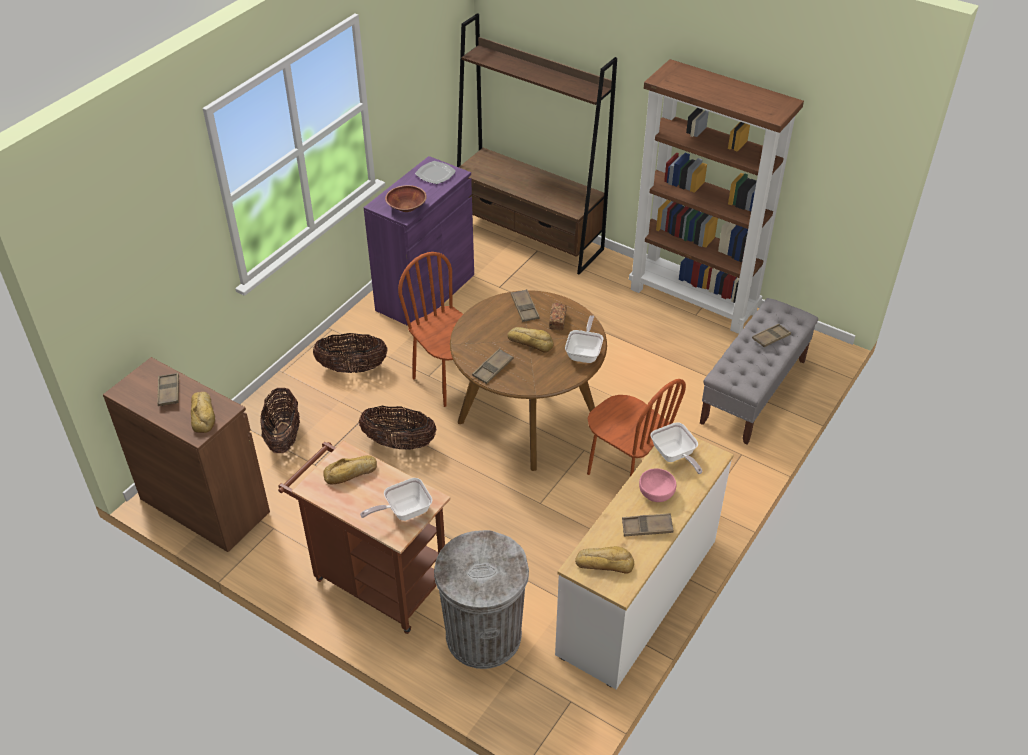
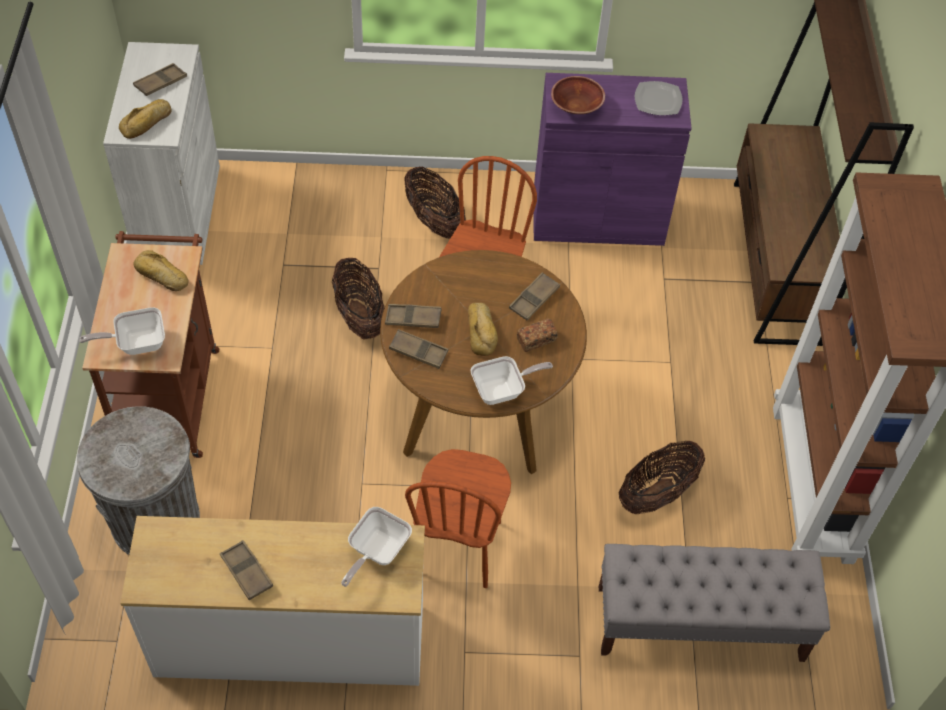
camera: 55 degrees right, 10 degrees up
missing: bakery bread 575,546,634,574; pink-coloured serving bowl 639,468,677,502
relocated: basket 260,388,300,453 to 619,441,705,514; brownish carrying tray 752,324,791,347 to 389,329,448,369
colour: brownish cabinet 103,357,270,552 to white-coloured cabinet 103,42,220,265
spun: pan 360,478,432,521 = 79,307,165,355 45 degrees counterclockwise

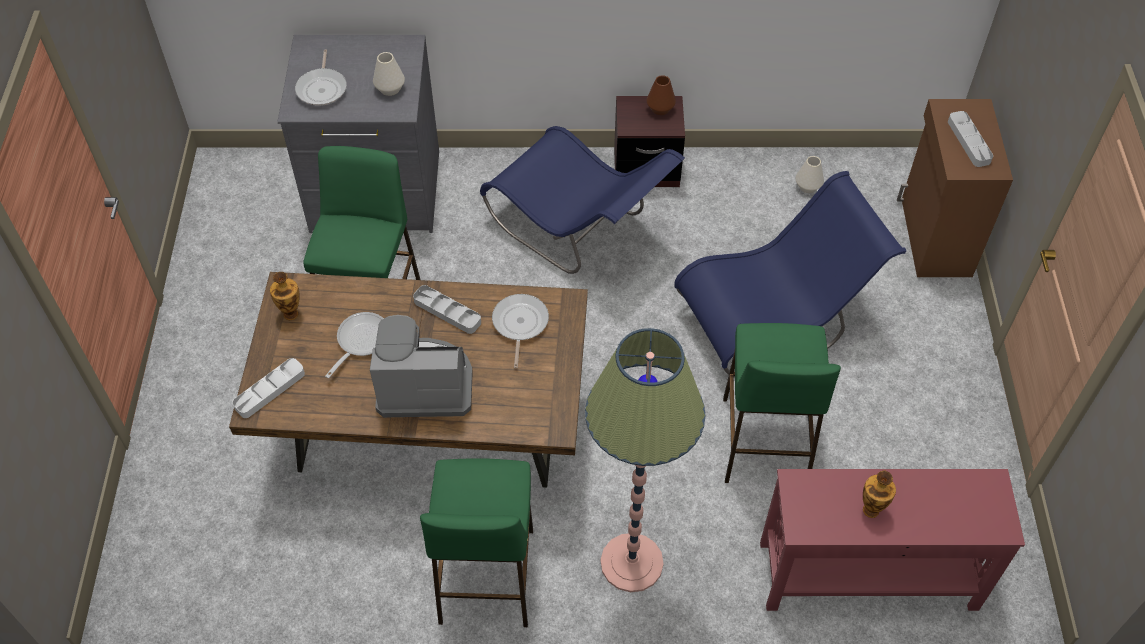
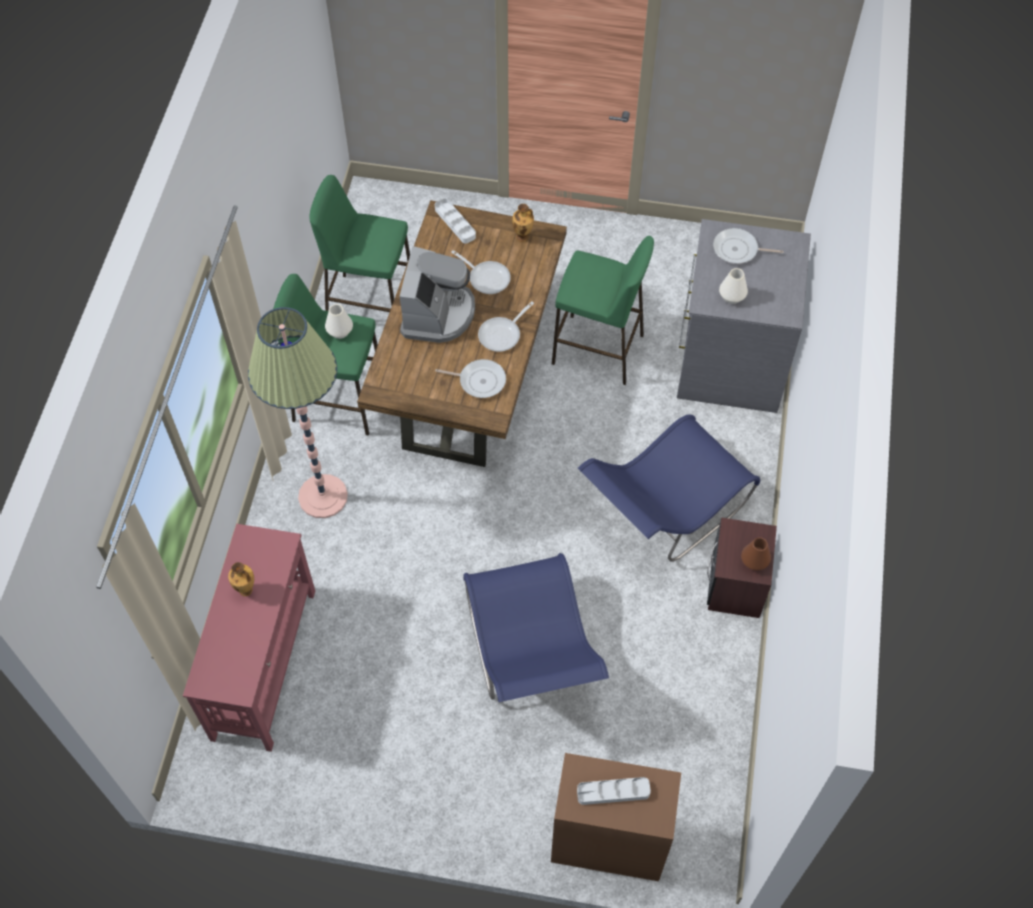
camera: 100 degrees right, 5 degrees up
relocated: green stool 723,323,841,483 to 309,175,410,312; white-coloured decorative vase 796,156,824,193 to 325,304,353,339
exchanged: gray carrying tray 413,285,481,334 to pan 478,301,534,352

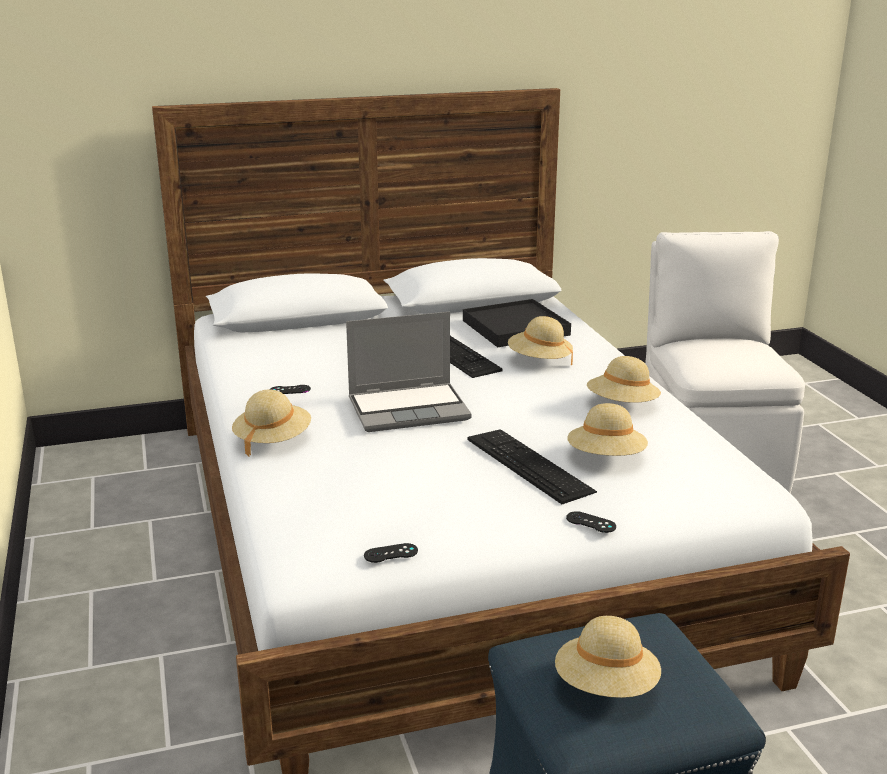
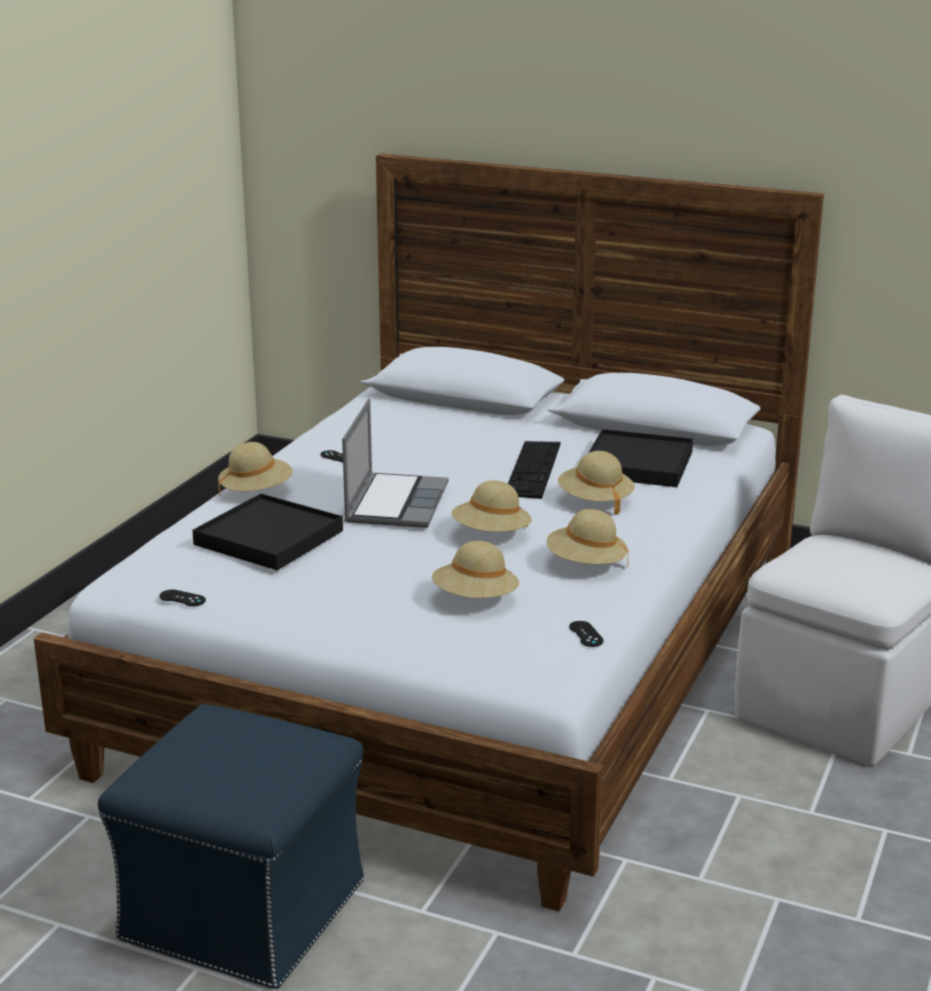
camera: 40 degrees right, 0 degrees up
missing: keyboard 468,429,597,504
appeared: black-coloured carrying tray 192,494,343,570
relocated: beige clothing hat 555,616,661,698 to 452,480,532,532; black-coloured game controller 566,511,616,533 to 569,621,604,647
spun: portable computer 346,312,472,432 = 342,399,448,528 105 degrees counterclockwise

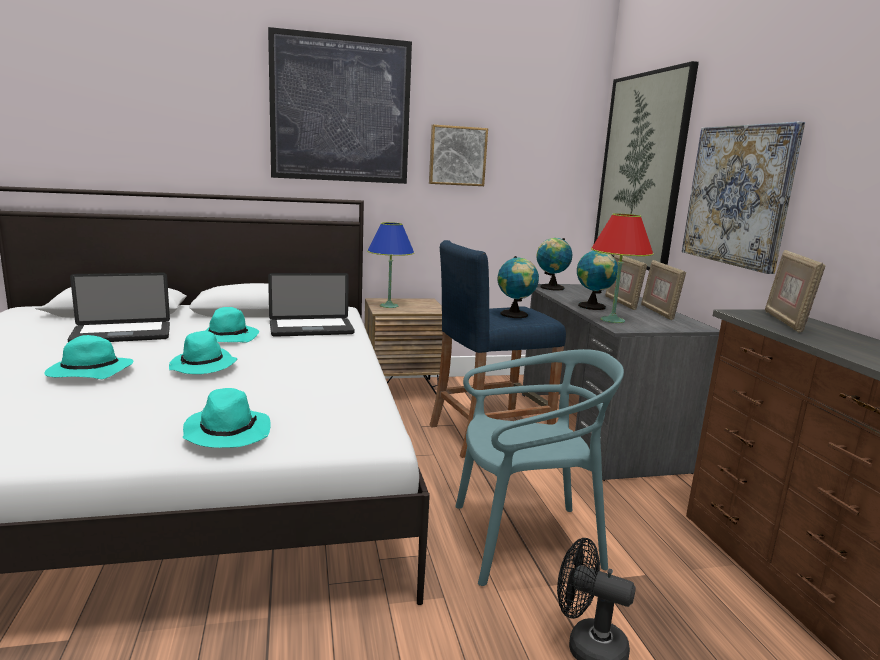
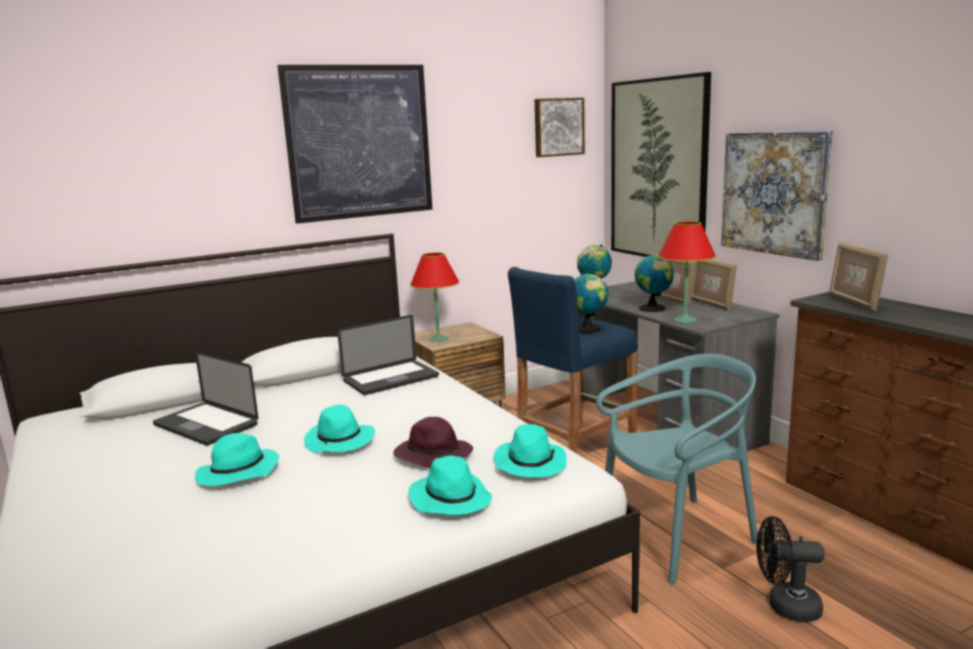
camera: 15 degrees left, 0 degrees up
appeared: purplish clothing hat 393,417,473,468
relocated: turquoise clothing hat 205,307,259,343 to 494,424,567,477; wall picture 429,125,488,186 to 535,98,585,157
colour: blue table lamp 367,222,415,308 to red-coloured table lamp 410,252,459,342
spun: portable computer 68,273,170,342 = 153,351,259,445 75 degrees clockwise

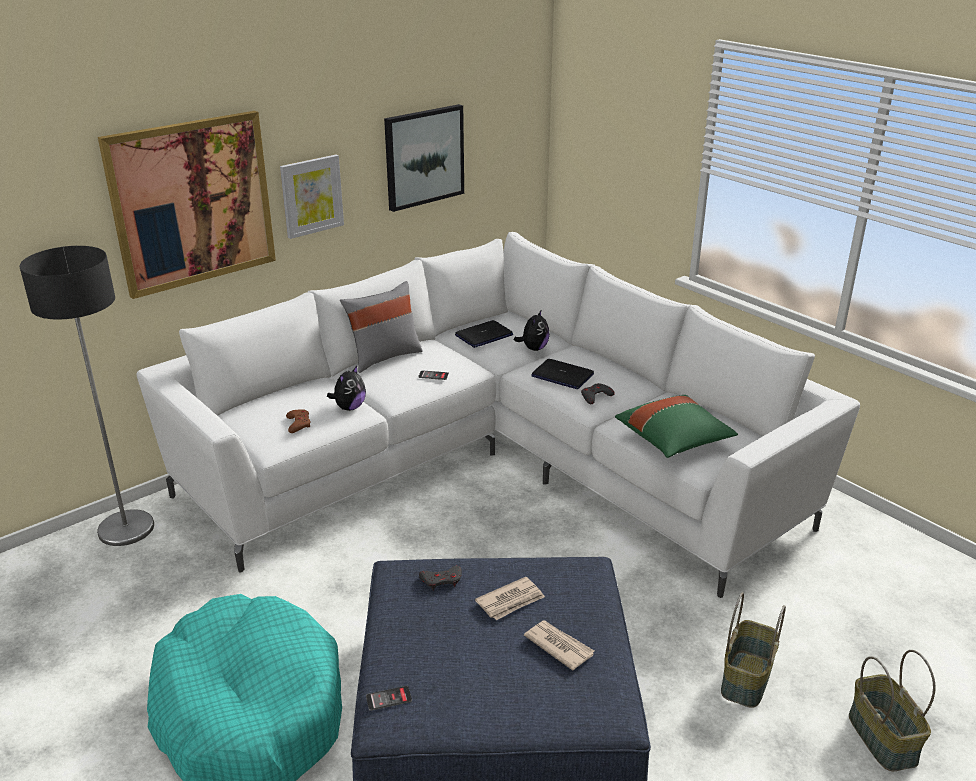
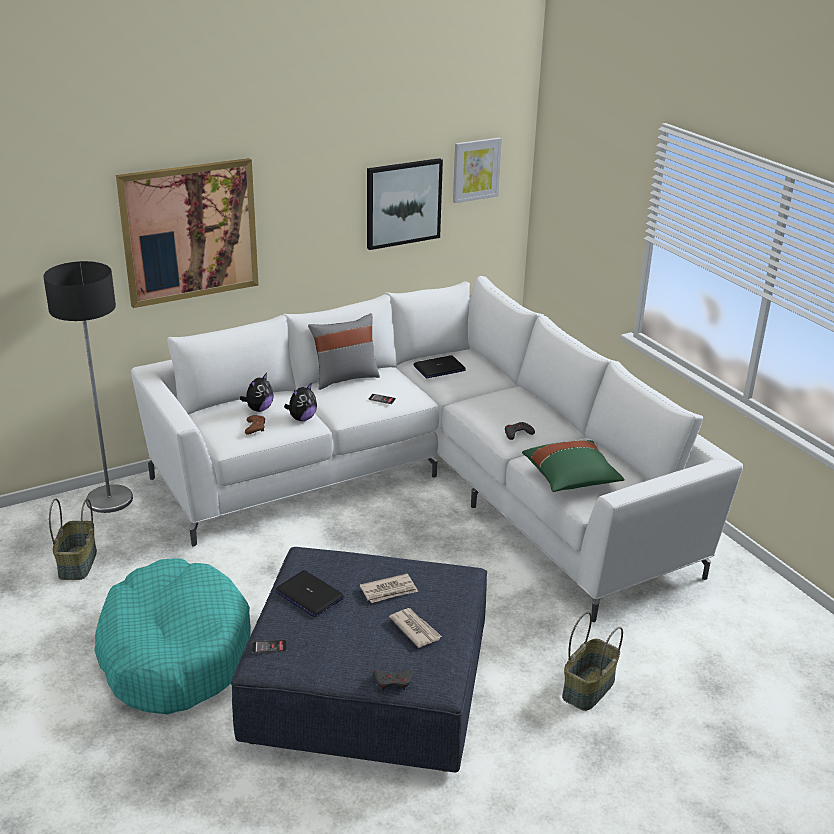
camera: 10 degrees right, 0 degrees up
relocated: wall picture 280,155,344,239 to 453,137,502,203; gray game controller 419,566,462,590 to 373,669,414,690; cuddly toy 514,309,550,351 to 240,373,274,412; portable computer 531,359,594,389 to 274,570,345,617; basket 849,650,935,771 to 49,499,97,580

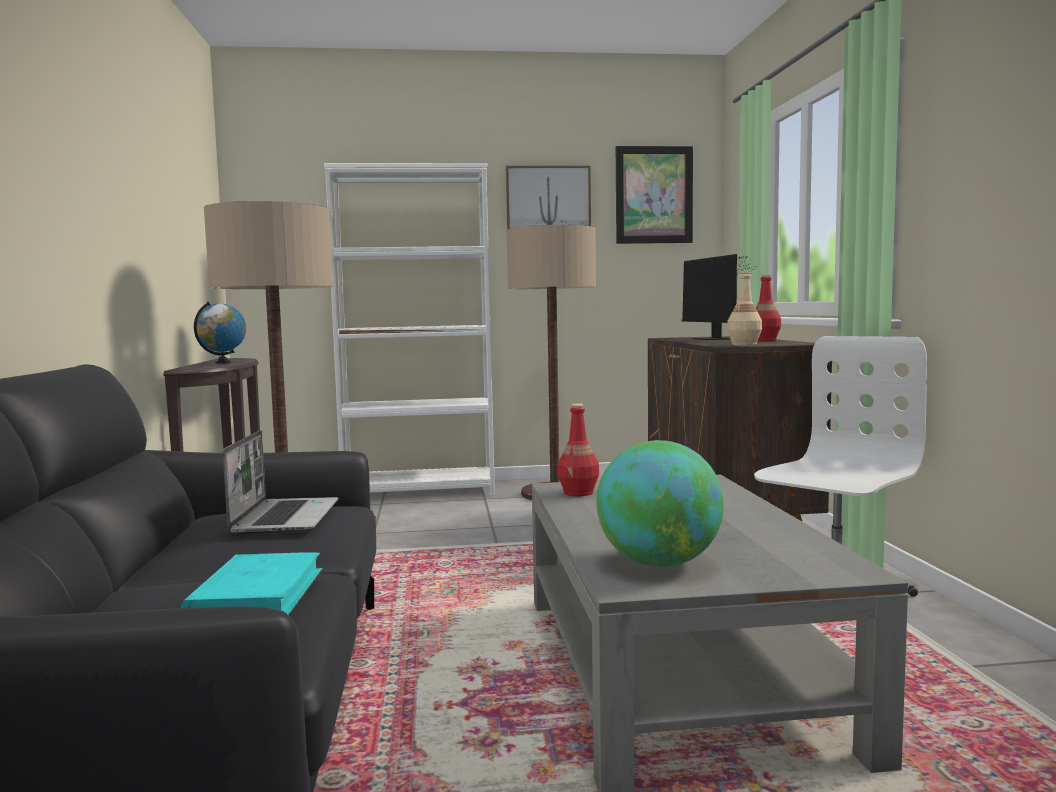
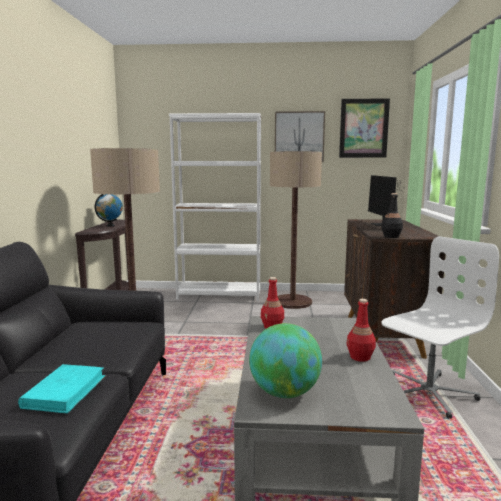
camera: 10 degrees right, 5 degrees up
missing: portable computer 223,430,338,535
relocated: red-coloured bottle 756,274,781,341 to 347,299,376,362
colour: beige bottle 727,272,762,346 to black-coloured bottle 381,193,403,238

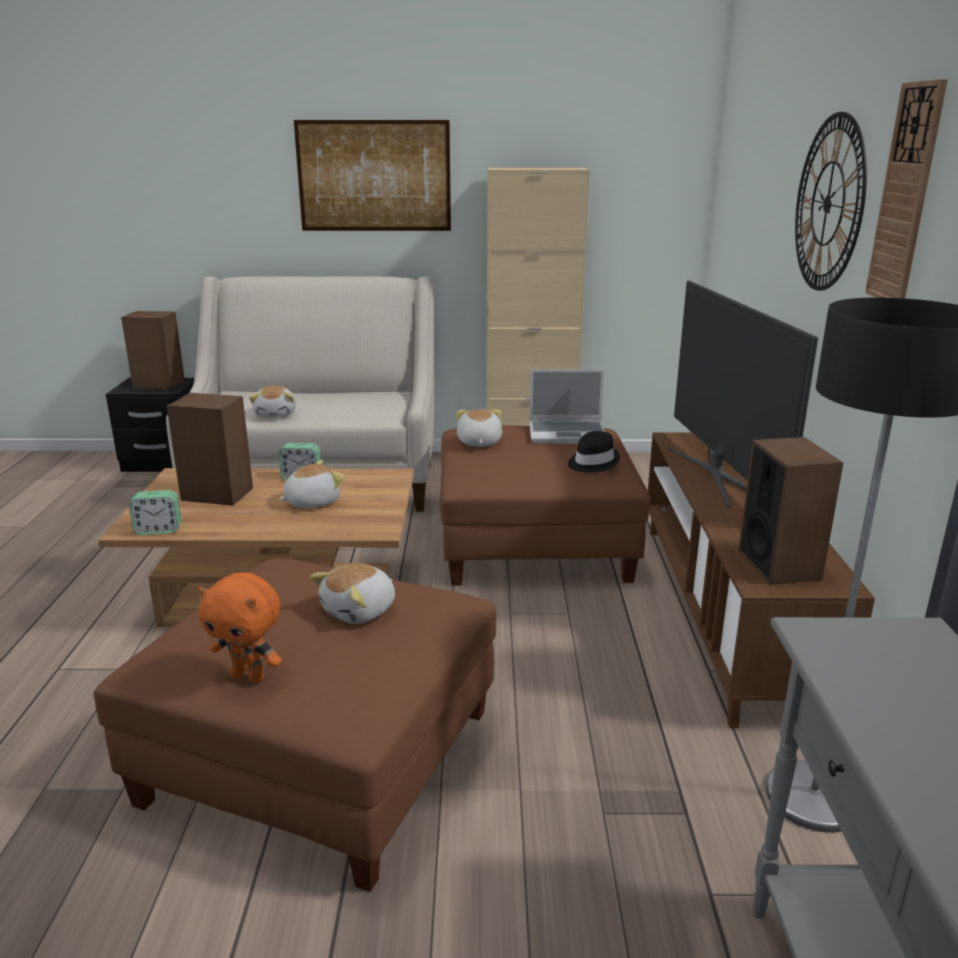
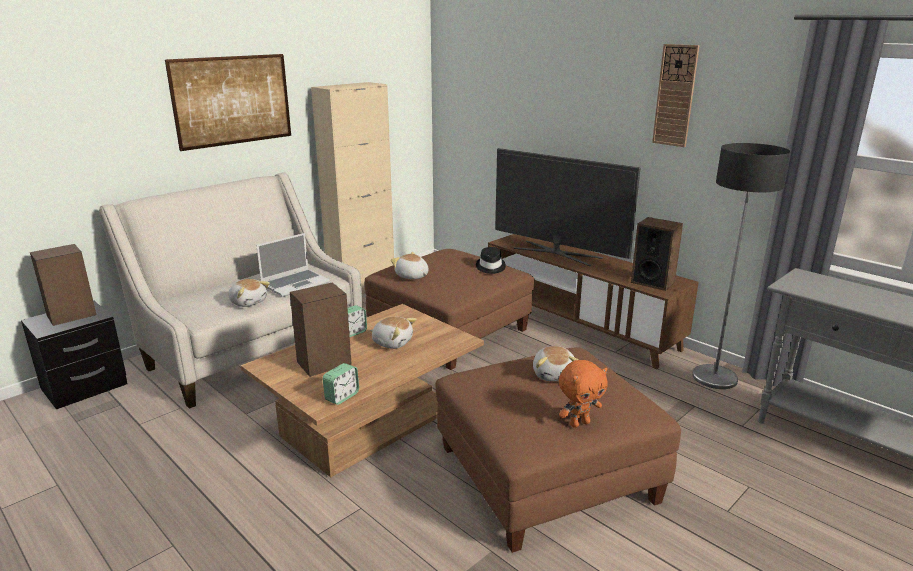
camera: 45 degrees left, 0 degrees up
missing: wall clock 795,112,867,291
relocated: portable computer 529,369,605,444 to 256,233,329,297
spun: cuddly toy 279,460,345,508 = 370,317,416,349 105 degrees clockwise

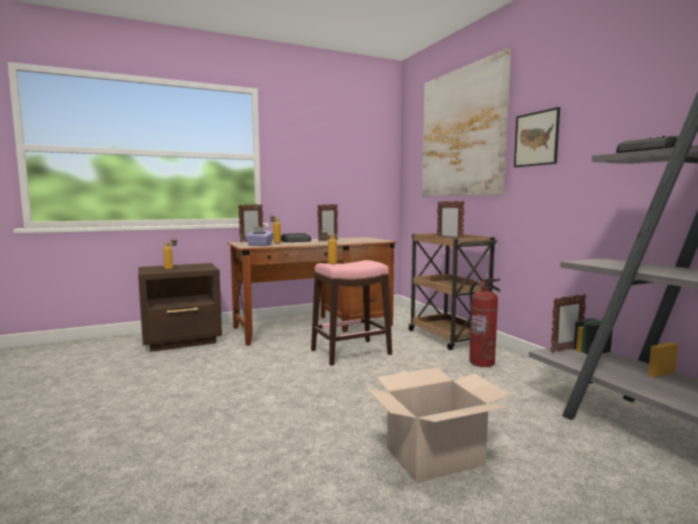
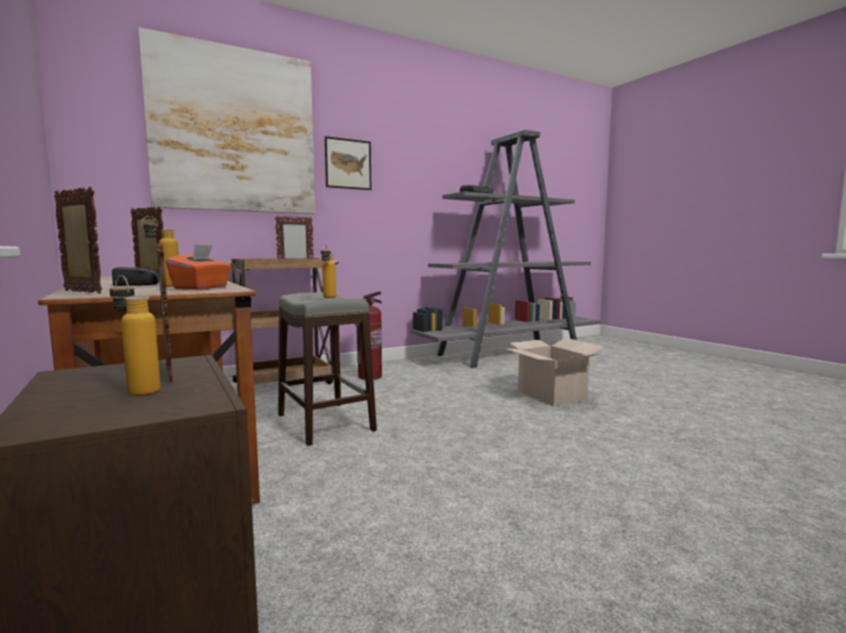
camera: 95 degrees left, 0 degrees up
relocated: photo frame 551,294,586,353 to 156,244,173,382
colour: purplish box of tissues 246,226,274,246 to orangey box of tissues 166,245,231,290; pink-coloured stool 311,260,392,366 to gray stool 278,292,377,446

